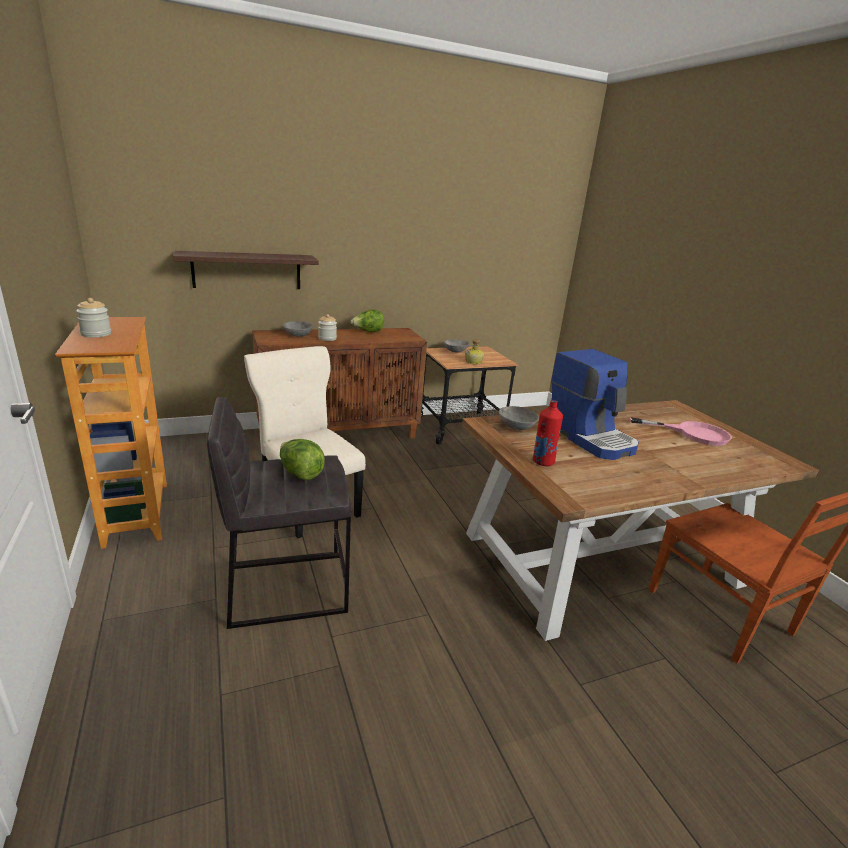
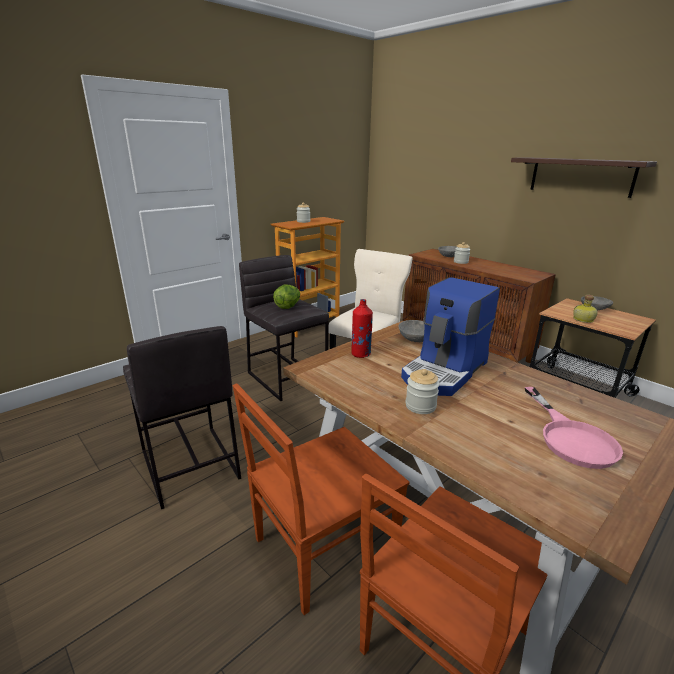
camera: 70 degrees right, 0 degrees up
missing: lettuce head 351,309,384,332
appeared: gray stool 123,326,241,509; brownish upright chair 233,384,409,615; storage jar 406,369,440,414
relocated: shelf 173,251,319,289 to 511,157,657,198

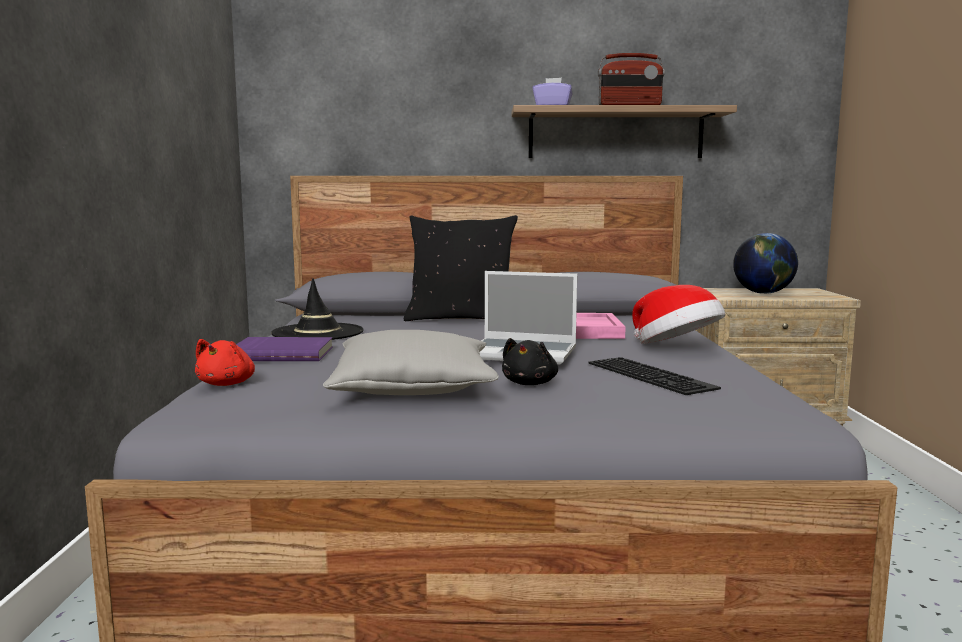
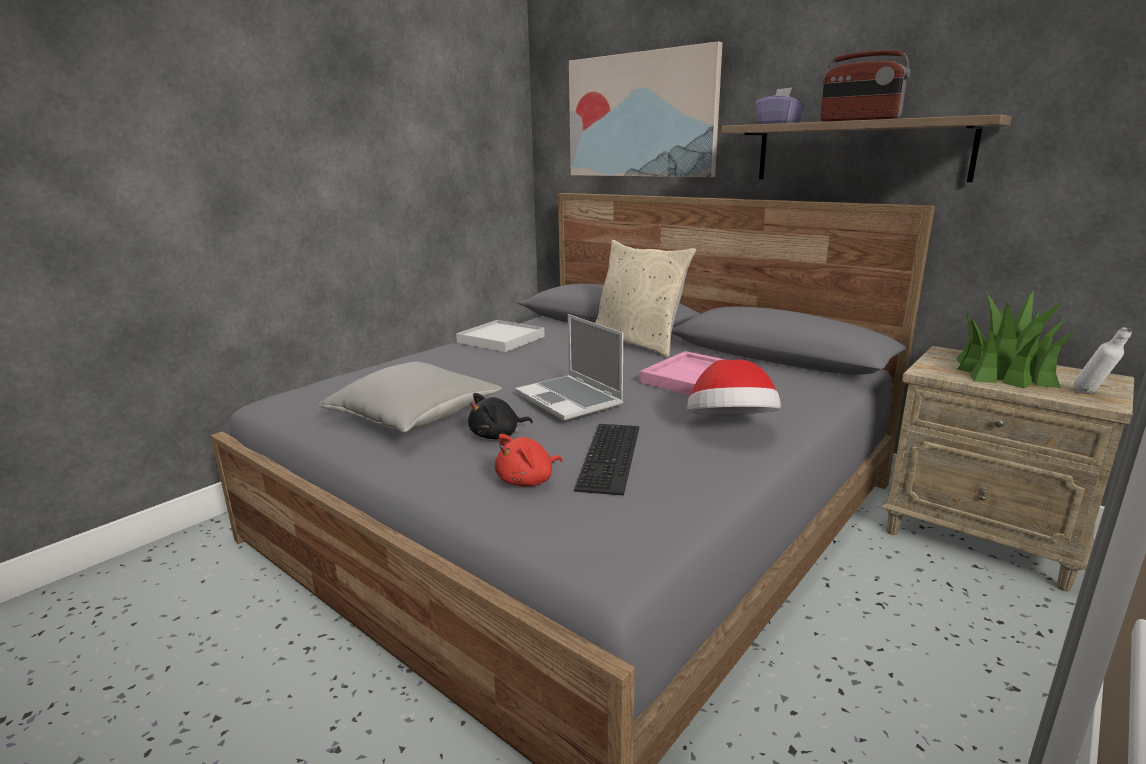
camera: 40 degrees right, 10 degrees up
missing: purplish bound book 236,337,333,361
appeared: wall picture 569,41,723,177; white-coloured bottle 1073,327,1132,394
relocated: red-coloured cuddly toy 195,339,255,386 to 495,434,563,487
exchanged: black-coloured clothing hat 271,278,364,340 to white-coloured carrying tray 456,320,545,352; world globe 733,233,798,294 to plant in a pot 956,290,1076,389
colour: black-coloured pillow 404,215,518,321 to beige pillow 595,240,696,358

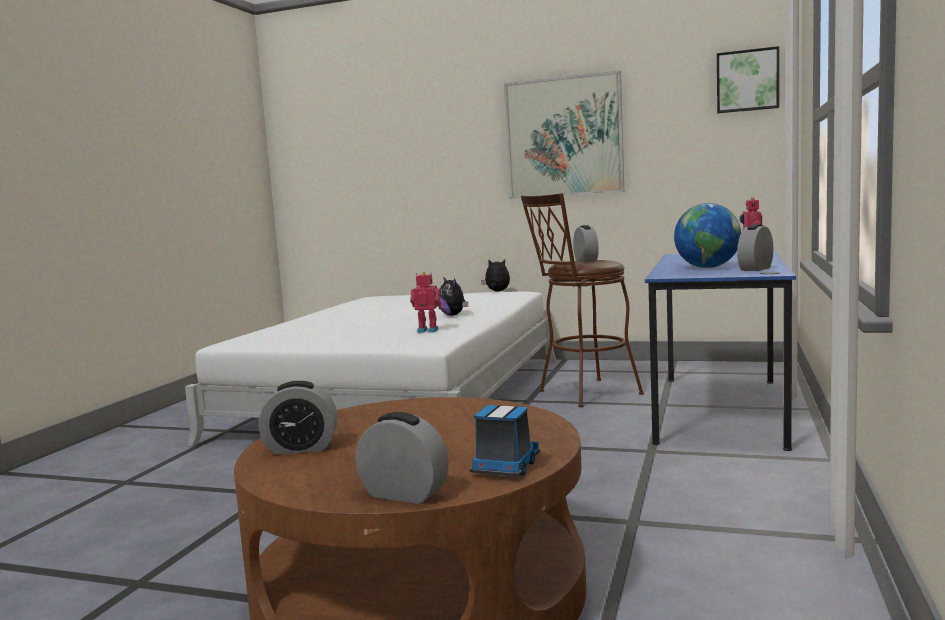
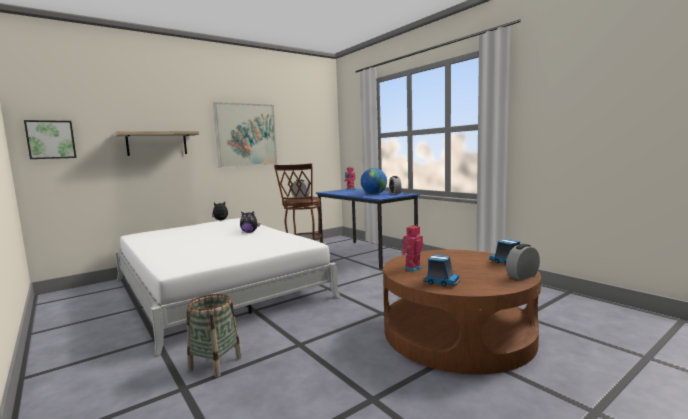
camera: 55 degrees left, 0 degrees up
appeared: shelf 115,131,199,156; basket 187,294,242,377
relocated: model robot 410,272,442,333 to 401,224,423,272; wall picture 717,46,779,113 to 24,120,76,159
exchanged: table clock 259,381,338,455 to toy truck 423,254,460,287

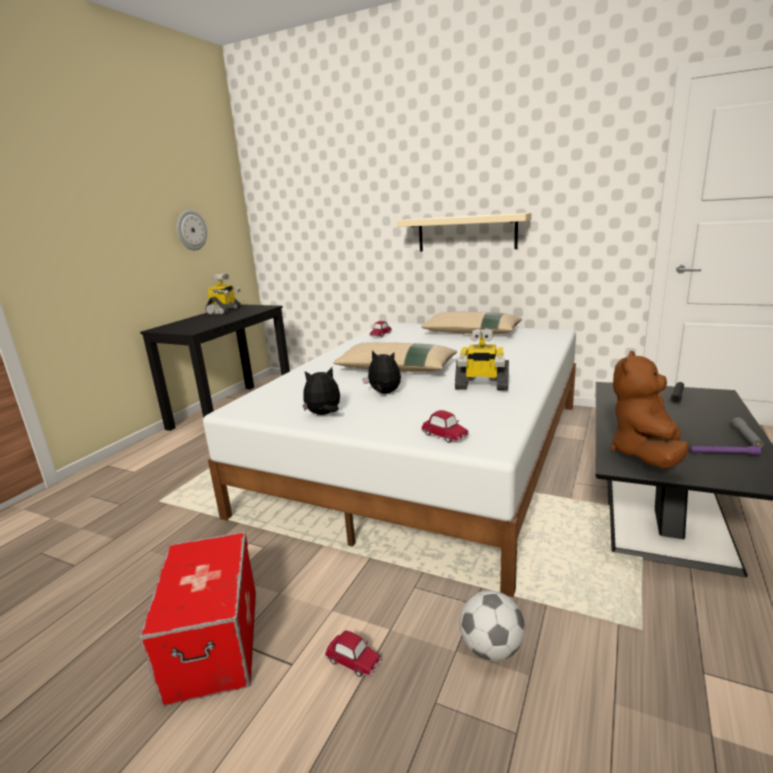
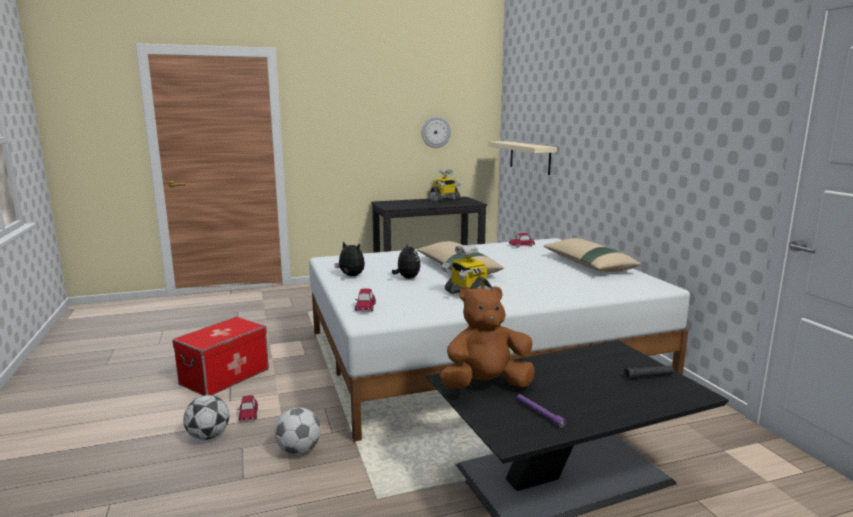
camera: 45 degrees right, 5 degrees down
missing: gray torch 731,418,764,448
appeared: football ball 183,395,229,440
relocated: beige shelf 397,213,532,252 to 488,141,557,175

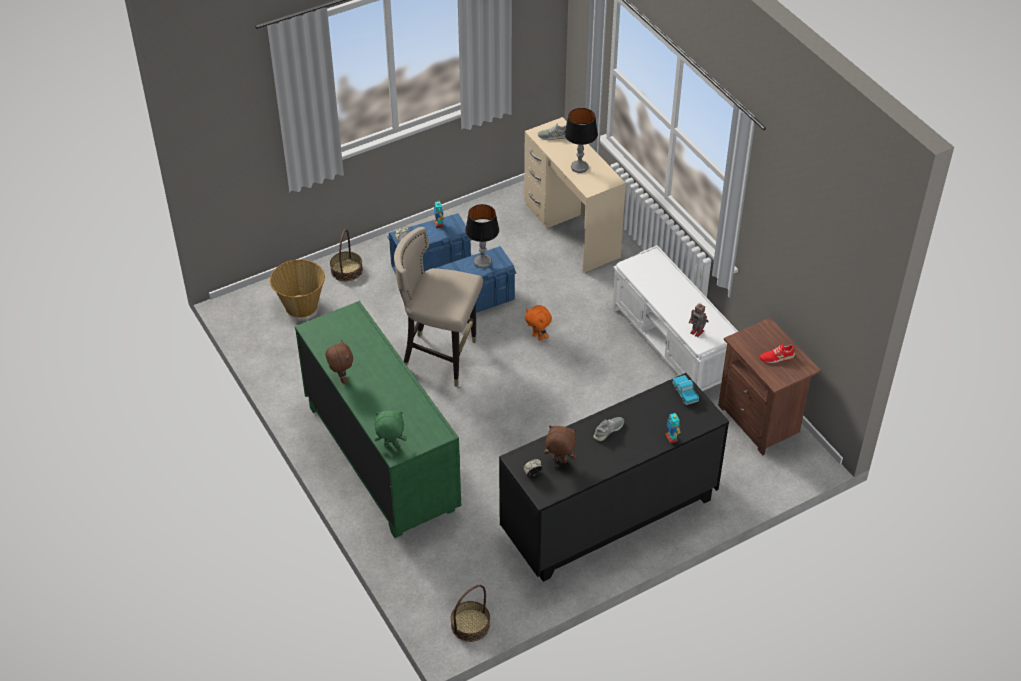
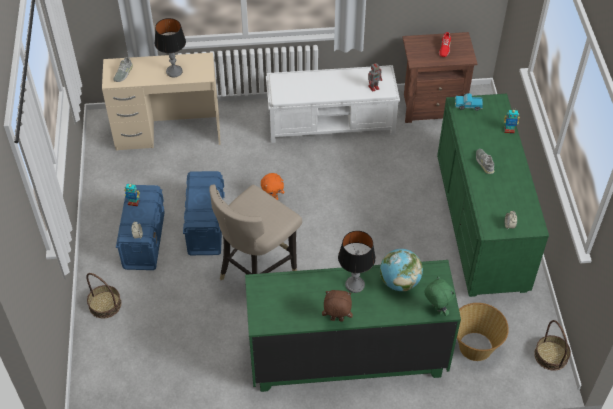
camera: 65 degrees left, 5 degrees up
missing: brownish cuddly toy 544,426,577,463
appeared: world globe 380,249,423,291
relocated: basket 270,259,325,318 to 457,303,509,361; table lamp 465,204,499,268 to 338,231,376,293
colour: black-coloured dresser 499,373,729,582 to green dresser 437,94,549,297
spun: green cuddly toy 374,411,407,447 = 424,276,455,316 120 degrees clockwise

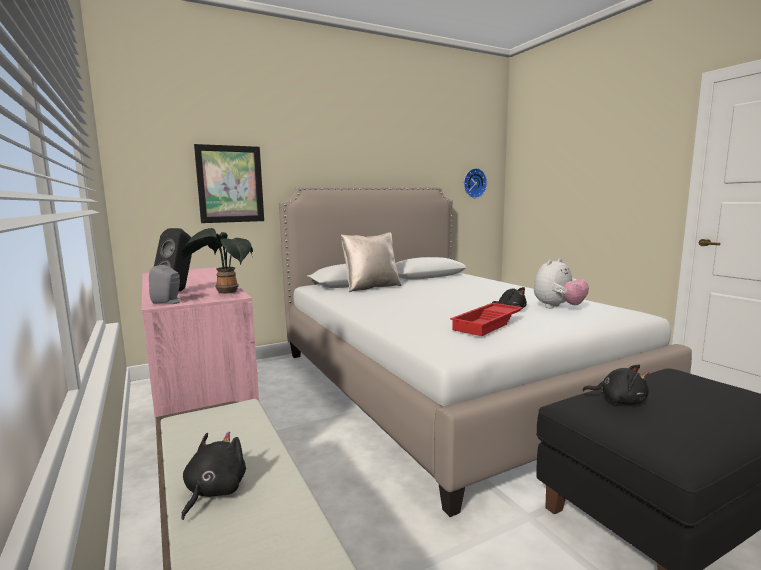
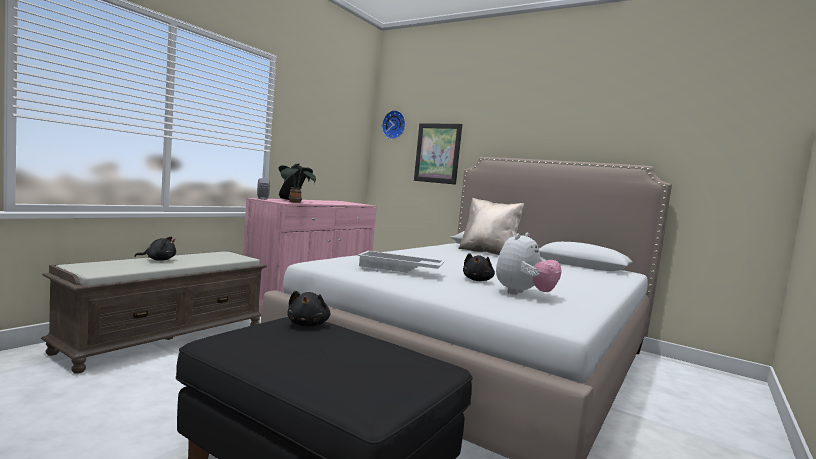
camera: 60 degrees right, 5 degrees down
relocated: wall clock 464,168,487,198 to 382,110,405,139
colour: red-coloured carrying tray 450,303,523,336 to white-coloured carrying tray 358,251,445,273
spun: cuddly toy 534,258,589,308 = 496,233,562,295 75 degrees counterclockwise

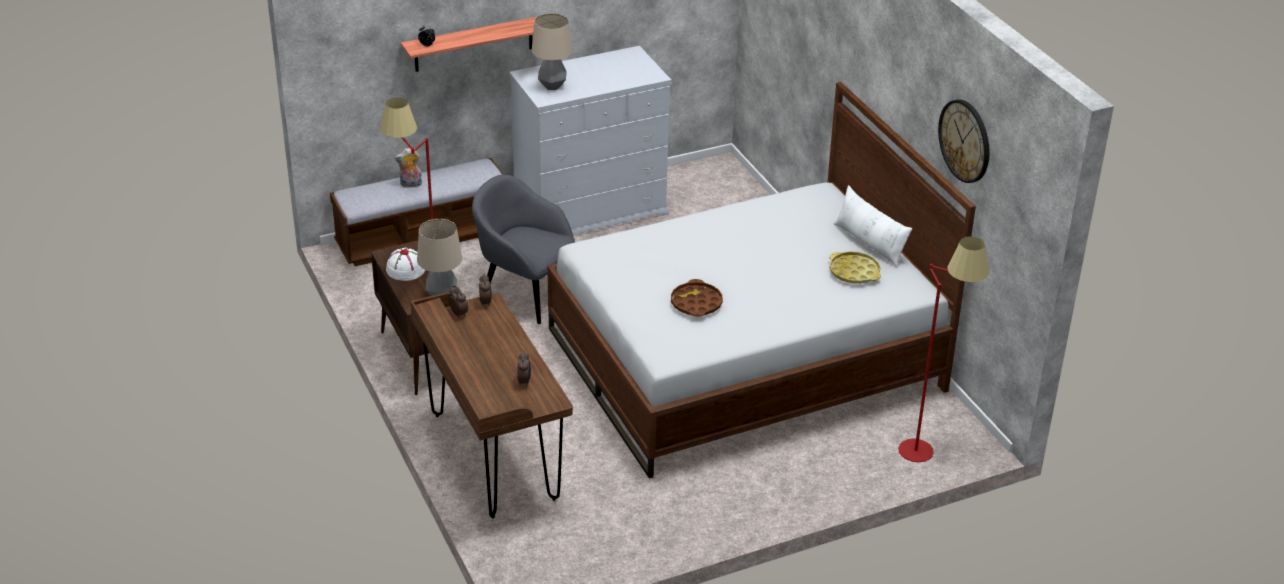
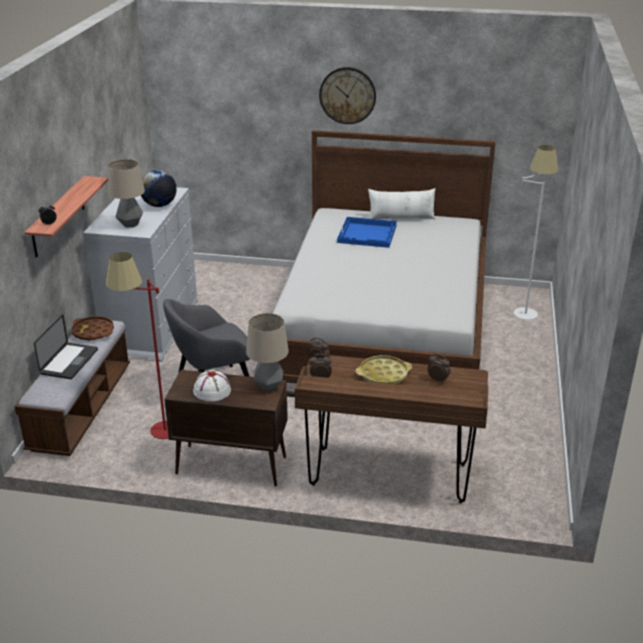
camera: 55 degrees left, 5 degrees down
appeared: world globe 141,170,177,207; blue carrying tray 337,217,397,248
relocated: brownish carrying tray 671,279,723,317 to 71,316,114,341; yellow-coloured carrying tray 829,252,881,284 to 356,355,412,384; wall clock 938,99,989,183 to 319,67,376,124
exchanged: cuddly toy 394,148,423,188 to portable computer 34,314,98,379
colour: red-coloured standing lamp 898,236,989,462 to white-coloured standing lamp 514,145,558,320

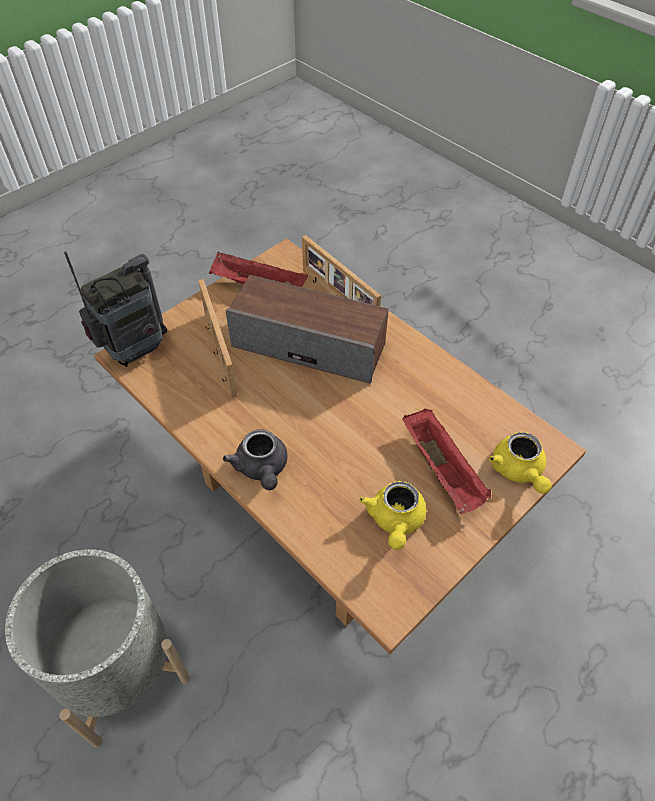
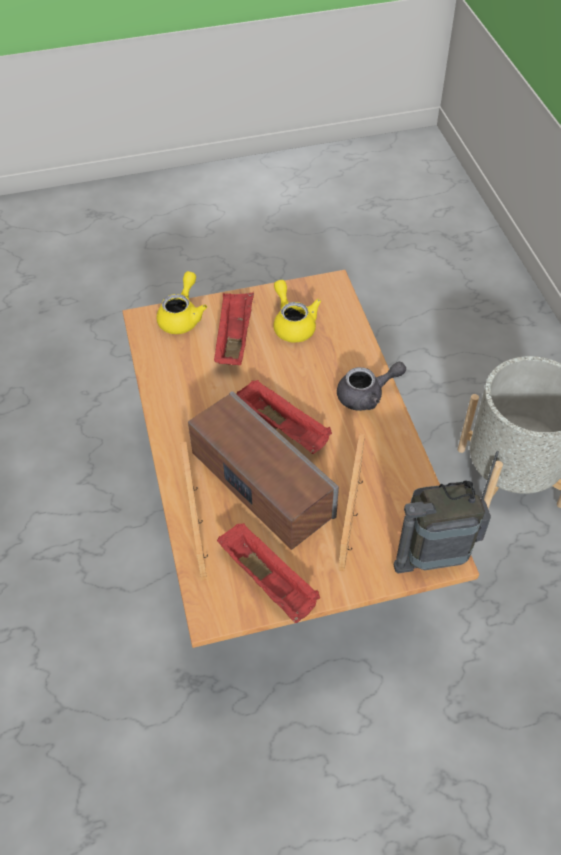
camera: 150 degrees left, 0 degrees up
appeared: red-coloured carrying tray 236,380,332,454
spun: gray teapot 223,429,287,490 = 337,362,406,411 60 degrees clockwise; yellow-coloured teapot 359,481,427,550 = 273,280,321,343 60 degrees counterclockwise

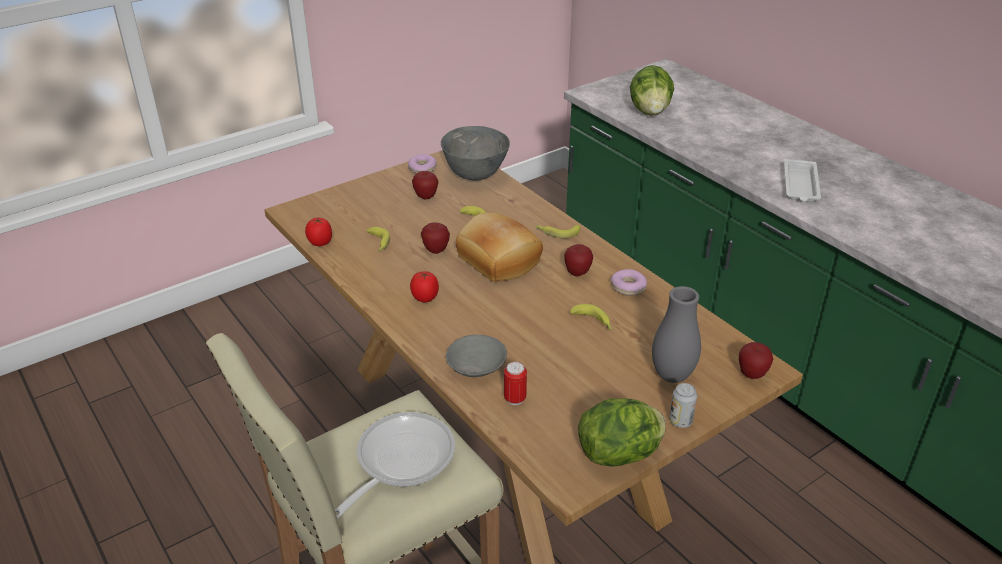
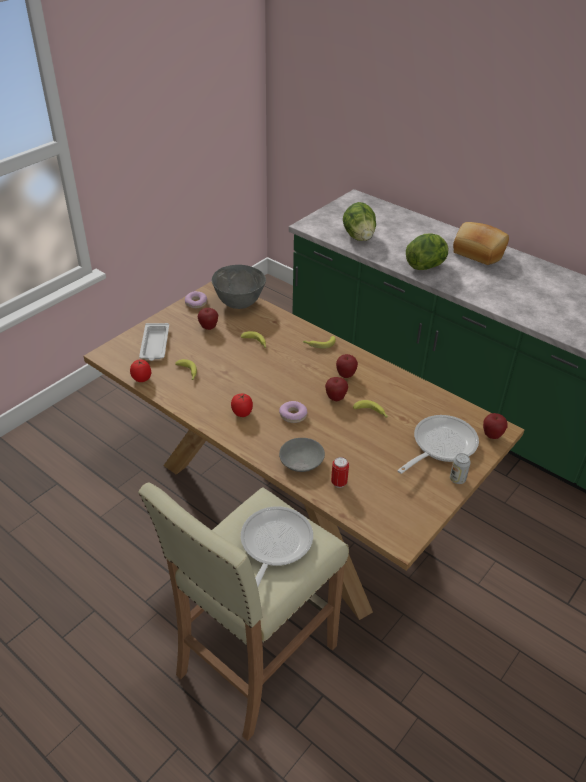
camera: 15 degrees left, 5 degrees up
relocated: apple 421,222,450,254 to 325,377,348,401; bakery bread 456,213,543,282 to 453,222,509,265; lettuce head 578,398,666,467 to 406,234,448,270; doughnut 611,269,647,296 to 279,401,307,423; white-coloured carrying tray 784,159,821,202 to 139,323,169,361
exchanged: gray decorative vase 652,286,701,383 to pan 397,415,479,474

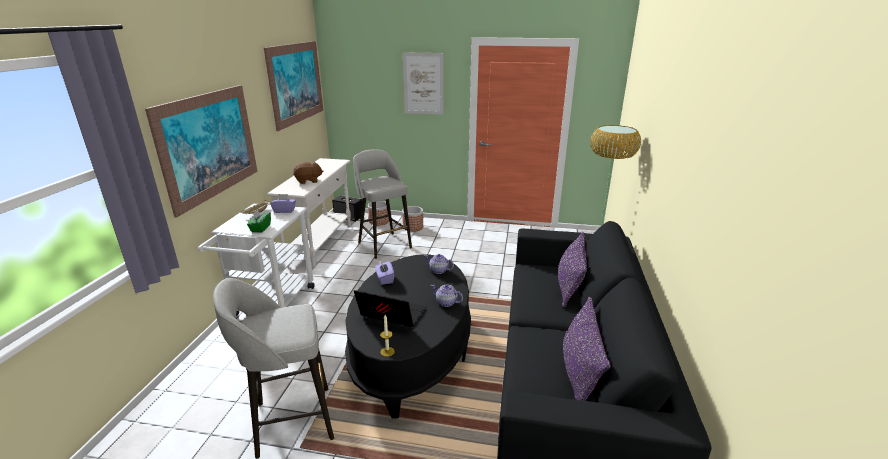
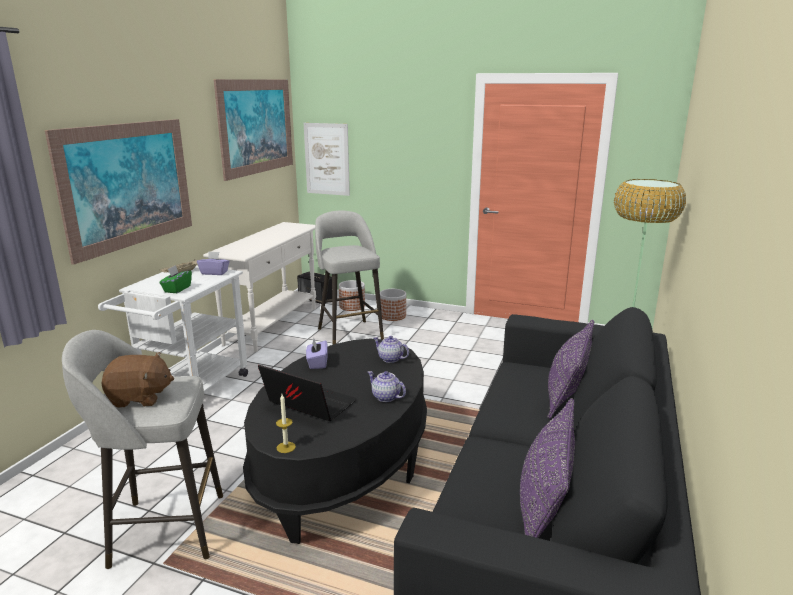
camera: 10 degrees right, 5 degrees down
relocated: brownish cuddly toy 293,162,324,184 to 101,352,174,408; wall picture 403,52,443,115 to 304,123,350,196

